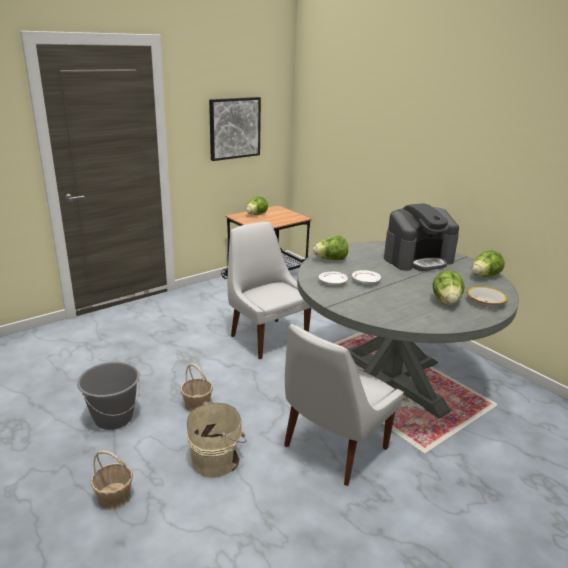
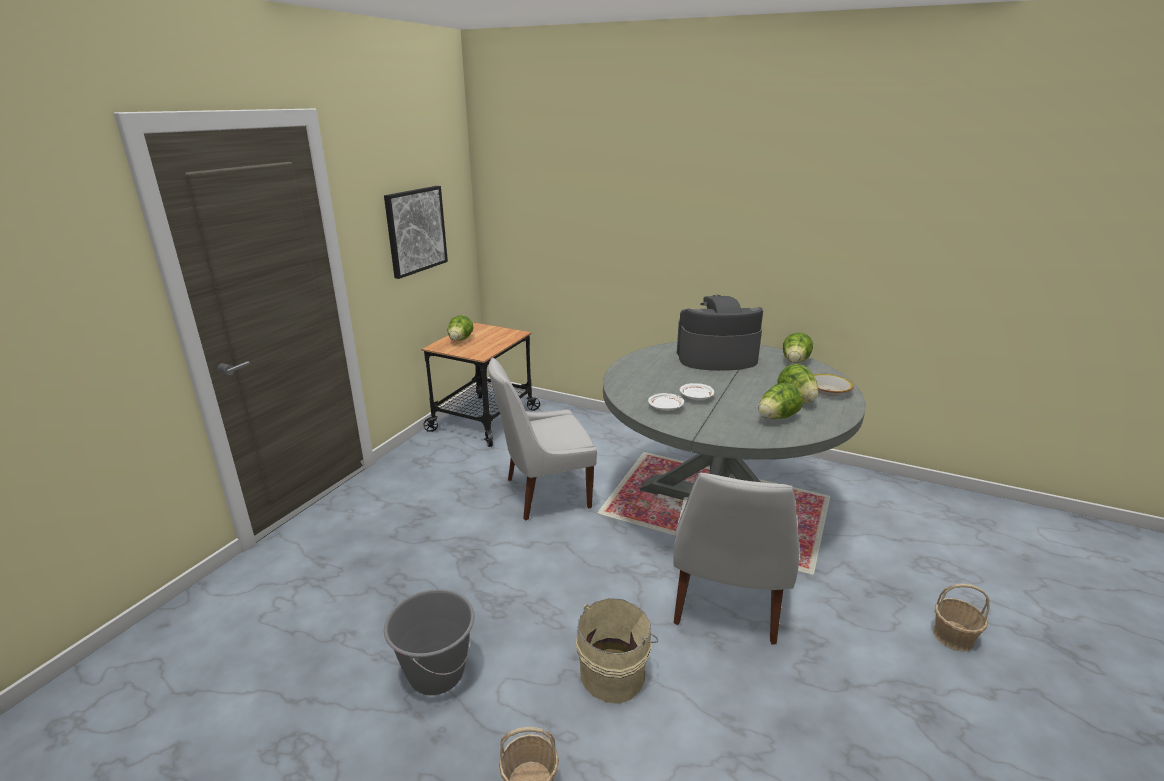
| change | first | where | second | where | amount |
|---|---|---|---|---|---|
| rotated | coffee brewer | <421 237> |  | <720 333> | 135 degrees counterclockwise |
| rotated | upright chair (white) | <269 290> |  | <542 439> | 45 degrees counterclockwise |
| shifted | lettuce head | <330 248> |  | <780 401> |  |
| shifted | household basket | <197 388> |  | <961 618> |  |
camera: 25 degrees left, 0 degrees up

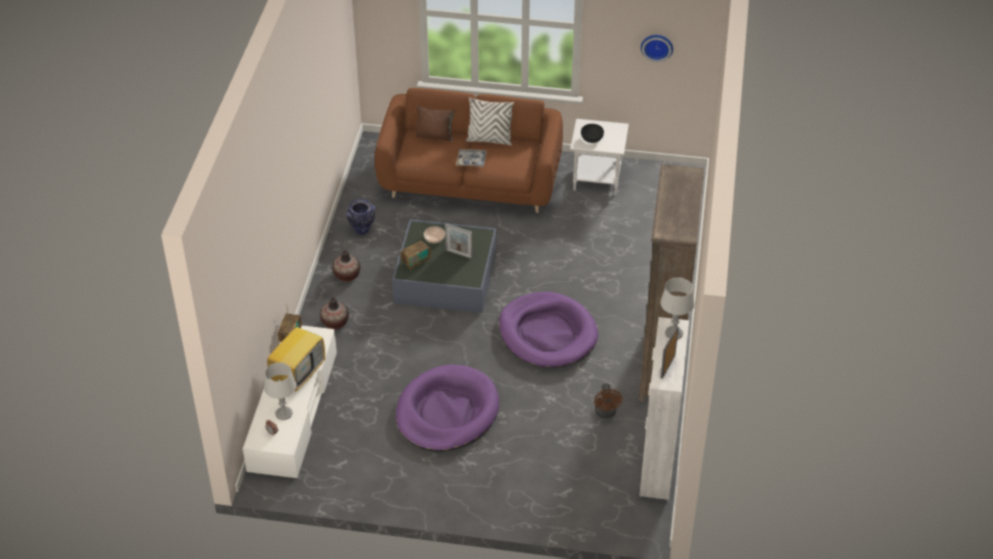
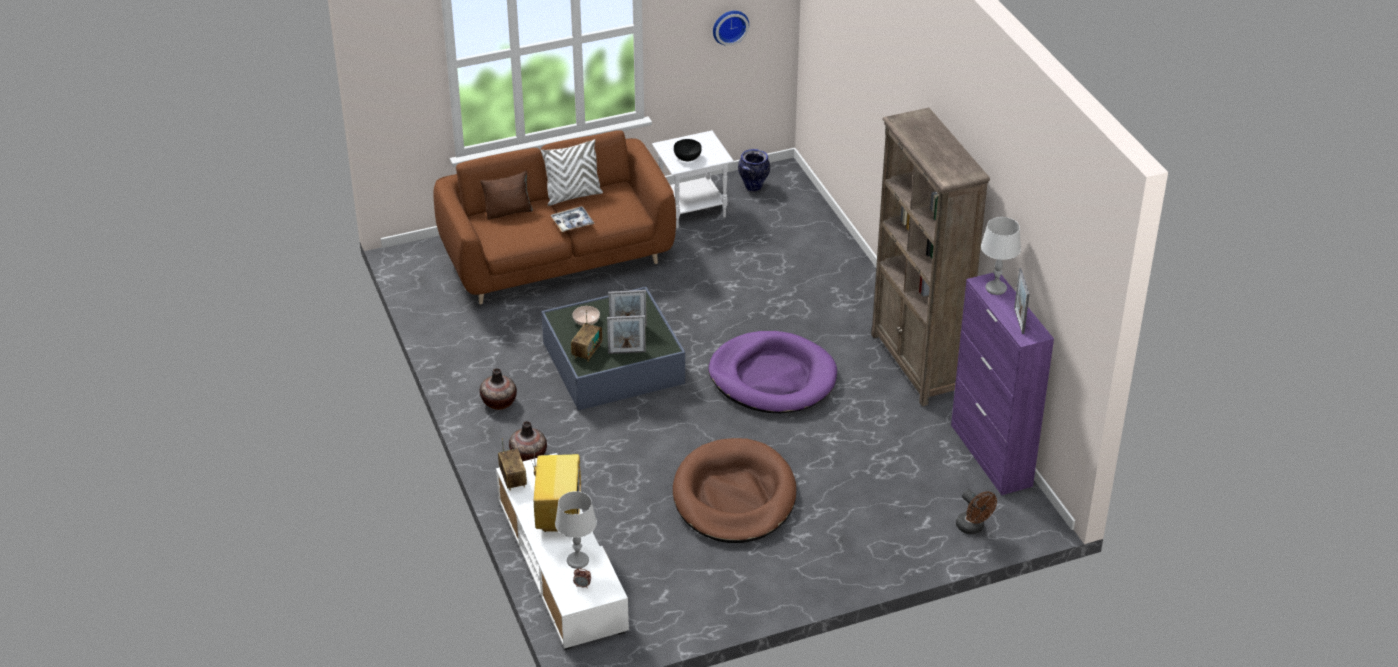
| change | first | where | second | where | amount |
|---|---|---|---|---|---|
| shifted | decorative vase | <361 217> |  | <754 170> |  |
| repainted | storage cabinet (white) | <664 408> | storage cabinet (purplish) | <1002 384> |  |
| repainted | dog cushion (purplish) | <447 408> | dog cushion (brown-coloured) | <734 490> |  |
| shifted | electric fan (brown-coloured) | <608 400> |  | <976 512> |  |
| new |  |  | picture frame | <626 334> |  |
camera: 30 degrees left, 5 degrees down

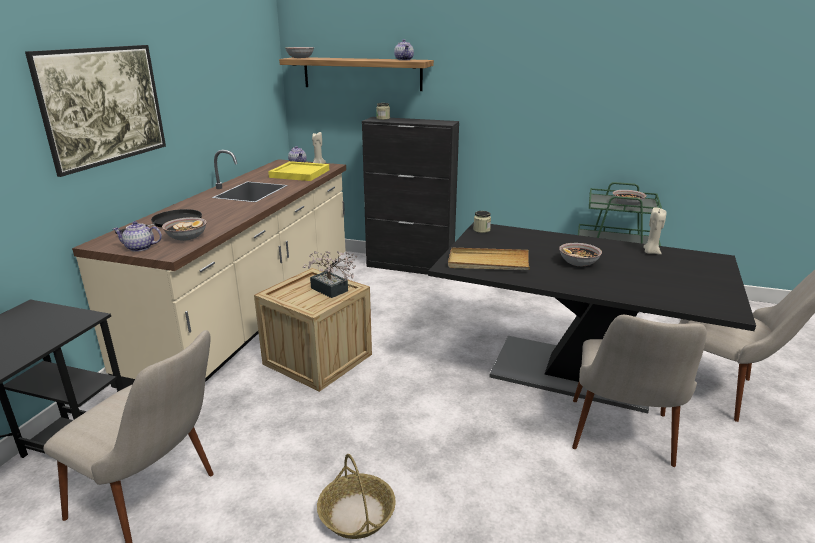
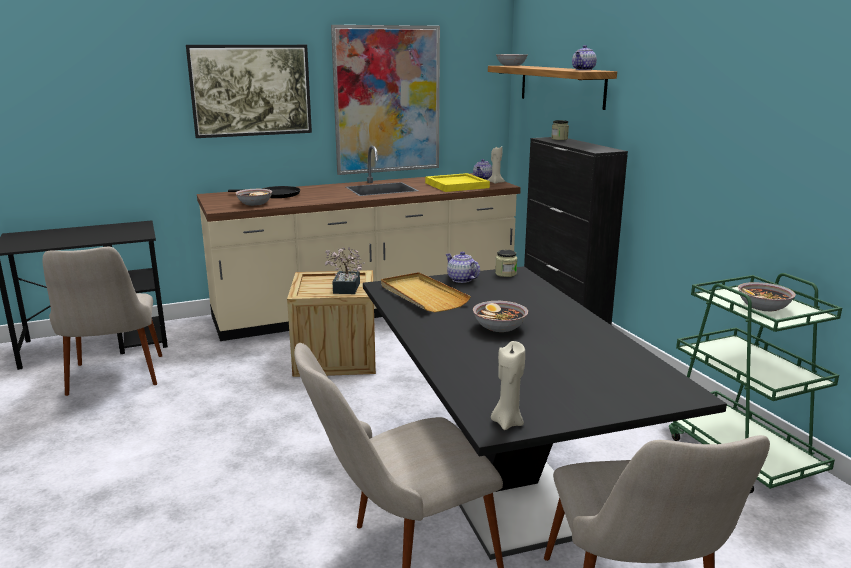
| change | first | where | second | where | amount |
|---|---|---|---|---|---|
| shifted | wax candle (sand-coloured) | <654 230> |  | <508 385> |  |
| shifted | tea pot | <137 236> |  | <463 267> |  |
| gone | household basket | <356 496> |  |  |  |
| new |  |  | picture | <385 100> |  |
camera: 50 degrees right, 5 degrees down

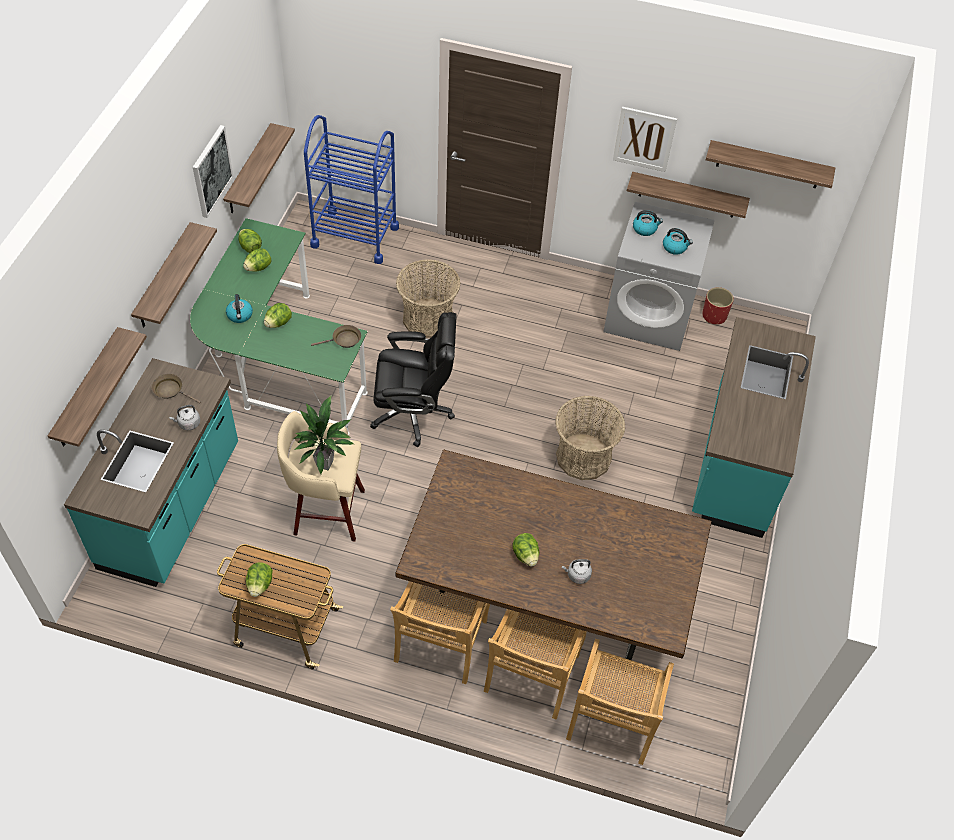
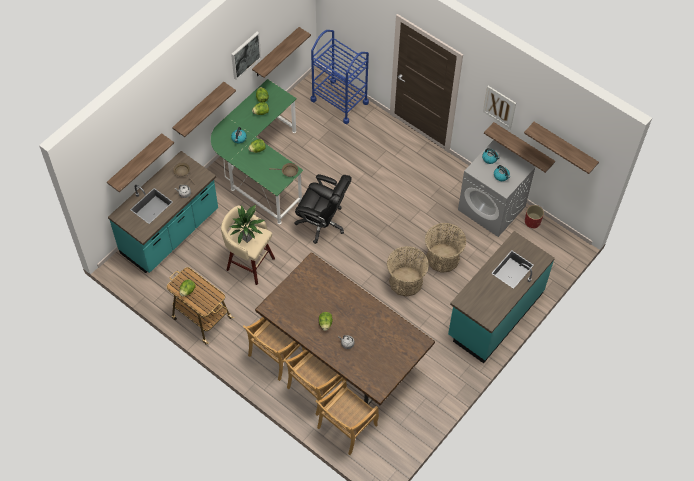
| change | first | where | second | where | amount |
|---|---|---|---|---|---|
| shifted | household basket | <428 298> |  | <445 248> |  |
camera: 25 degrees right, 5 degrees up

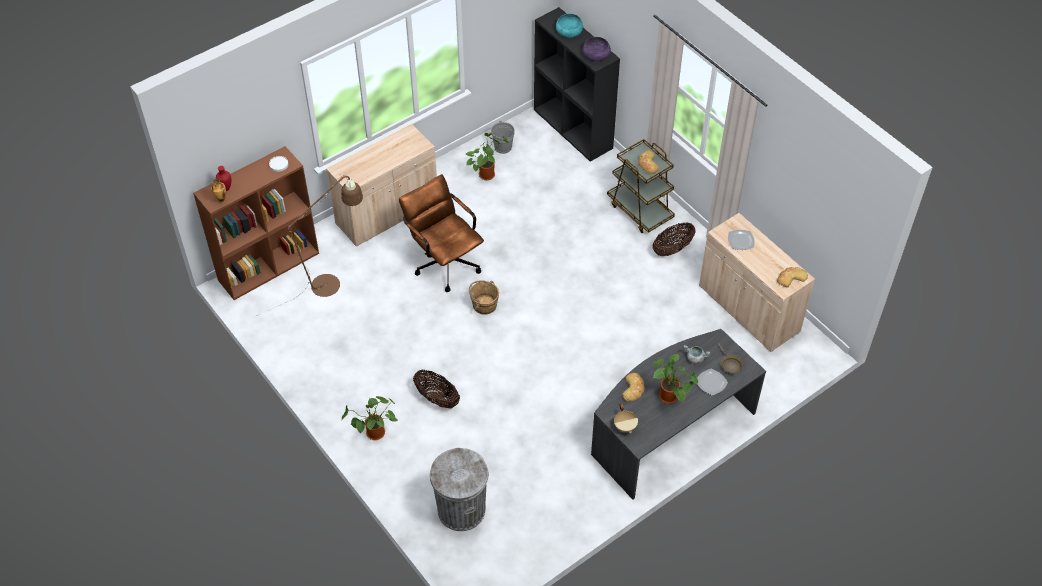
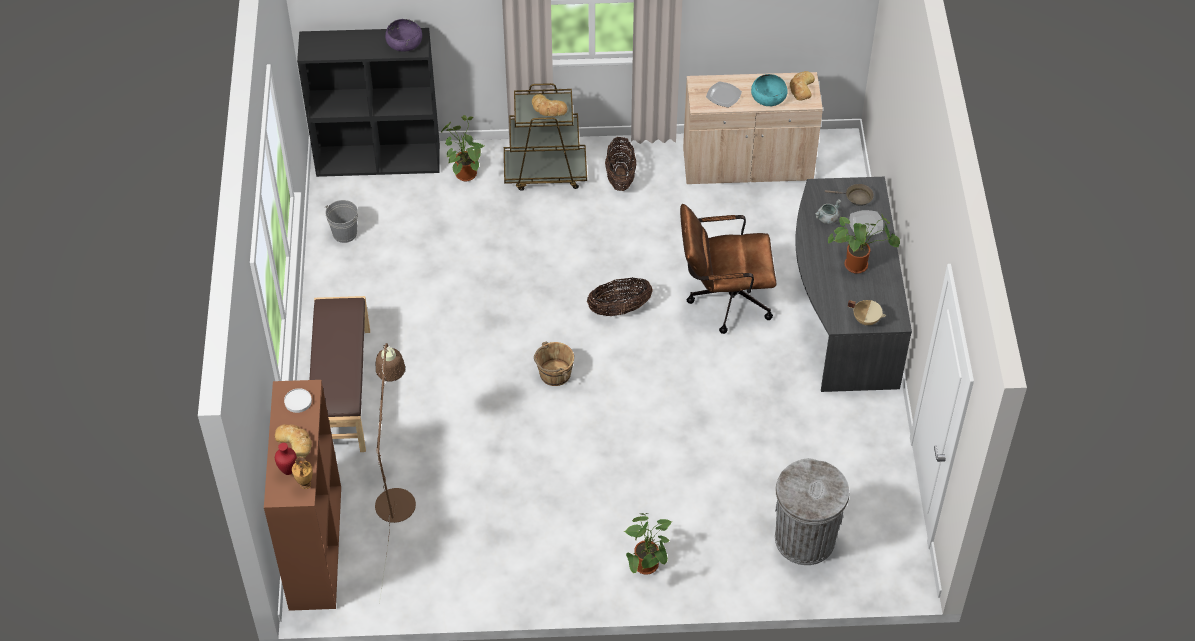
| change | first | where | second | where | amount |
|---|---|---|---|---|---|
| shifted | deep dish (turquoise-coloured) | <569 26> |  | <769 90> |  |
| swapped | storage cabinet (sand-coloured) | <381 185> | bench (brown-coloured) | <339 374> |  |
| shifted | plant in a pot | <487 156> |  | <462 148> |  |
| shifted | desk chair (brown-coloured) | <441 233> |  | <728 269> |  |
| shifted | household basket | <436 389> |  | <620 296> |  |
| shifted | baked bread | <633 387> |  | <293 441> |  |
camera: 55 degrees left, 0 degrees up

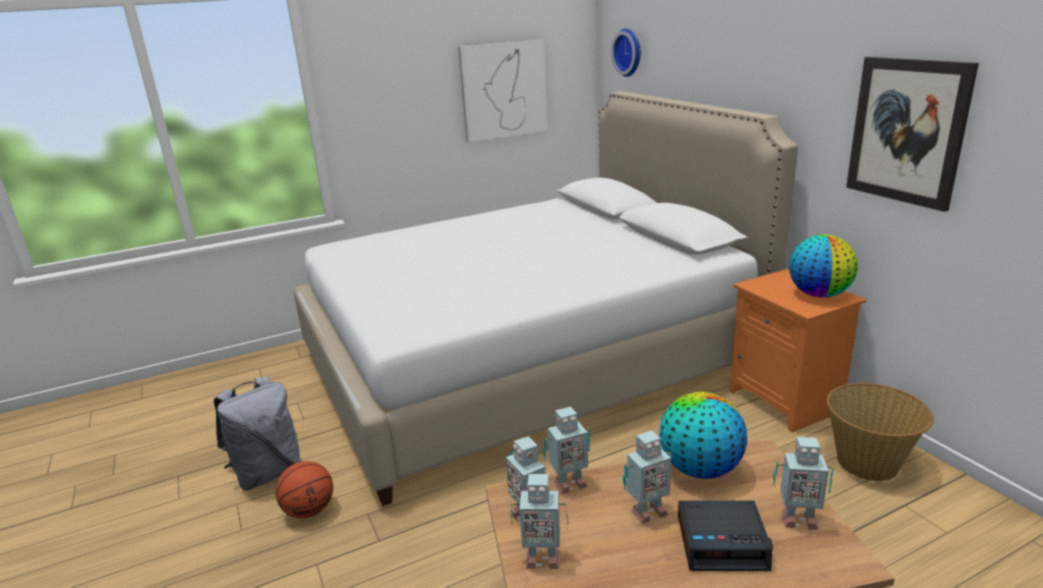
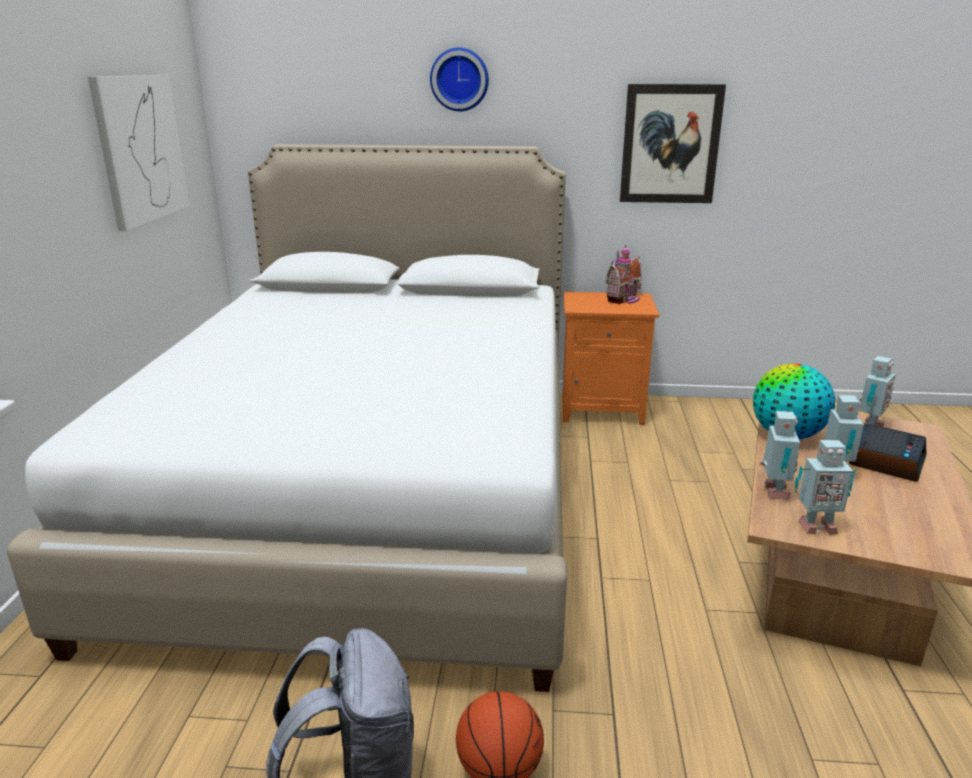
| change | first | where | second | where | amount |
|---|---|---|---|---|---|
| shifted | hanging clock | <626 53> |  | <459 79> |  |
| swapped | world globe | <823 266> | miniature house | <624 274> |  |
| gone | household basket | <880 432> |  |  |  |
| gone | model robot | <540 521> |  |  |  |
camera: 60 degrees left, 0 degrees up

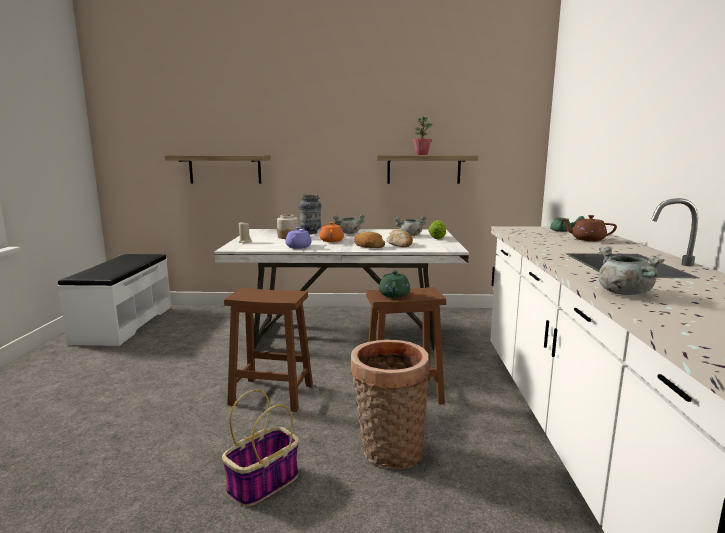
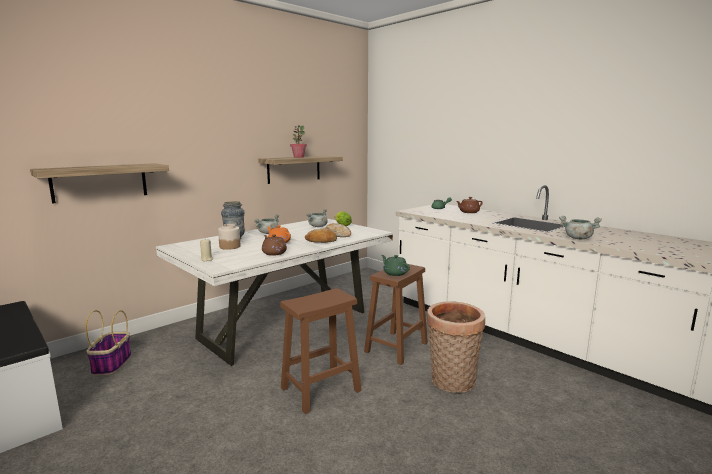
| change | first | where | second | where | amount |
|---|---|---|---|---|---|
| repainted | tea pot (purplish) | <298 238> | tea pot (brown-coloured) | <274 245> |  |
| shifted | household basket | <260 448> |  | <108 343> |  |
camera: 45 degrees left, 0 degrees up

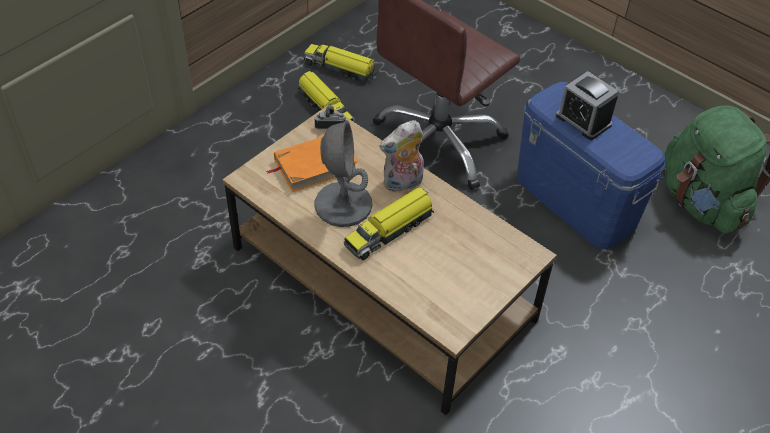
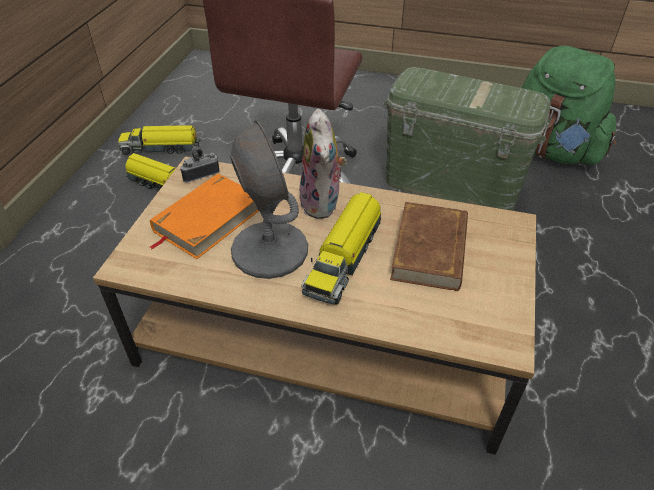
| change | first | where | second | where | amount |
|---|---|---|---|---|---|
| gone | alarm clock | <587 105> |  |  |  |
| repainted | storage box (blue) | <591 165> | storage box (greenish) | <467 139> |  |
| rotated | soft toy | <401 156> |  | <323 164> | 45 degrees counterclockwise |
| new |  |  | book (brown-coloured) | <429 246> |  |
camera: 25 degrees left, 5 degrees down

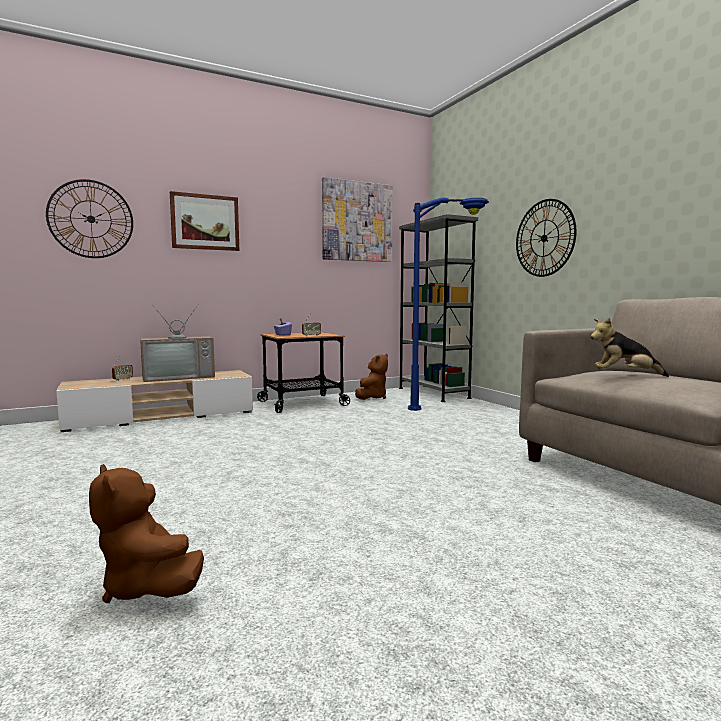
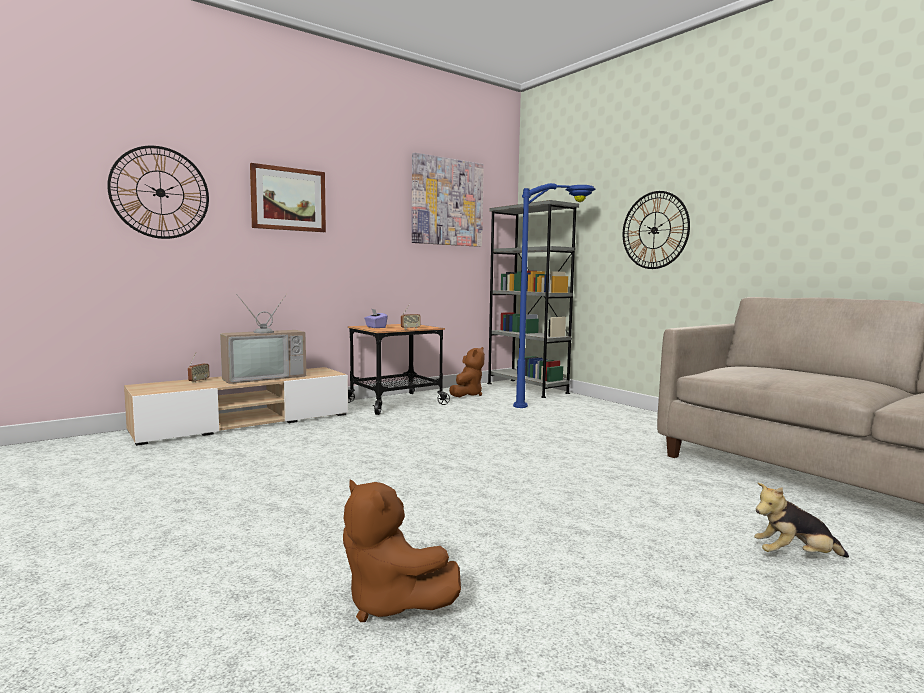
| change | first | where | second | where | amount |
|---|---|---|---|---|---|
| shifted | soft toy | <630 347> |  | <801 520> |  |
camera: 10 degrees left, 0 degrees up

